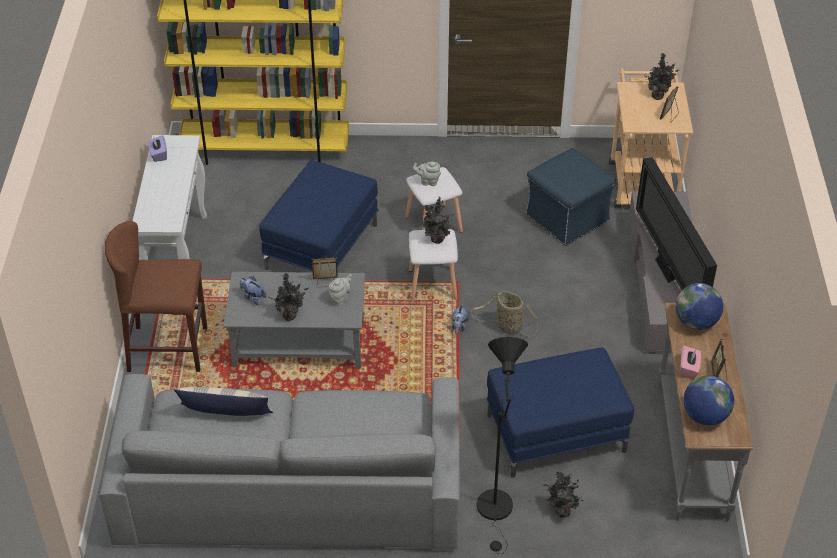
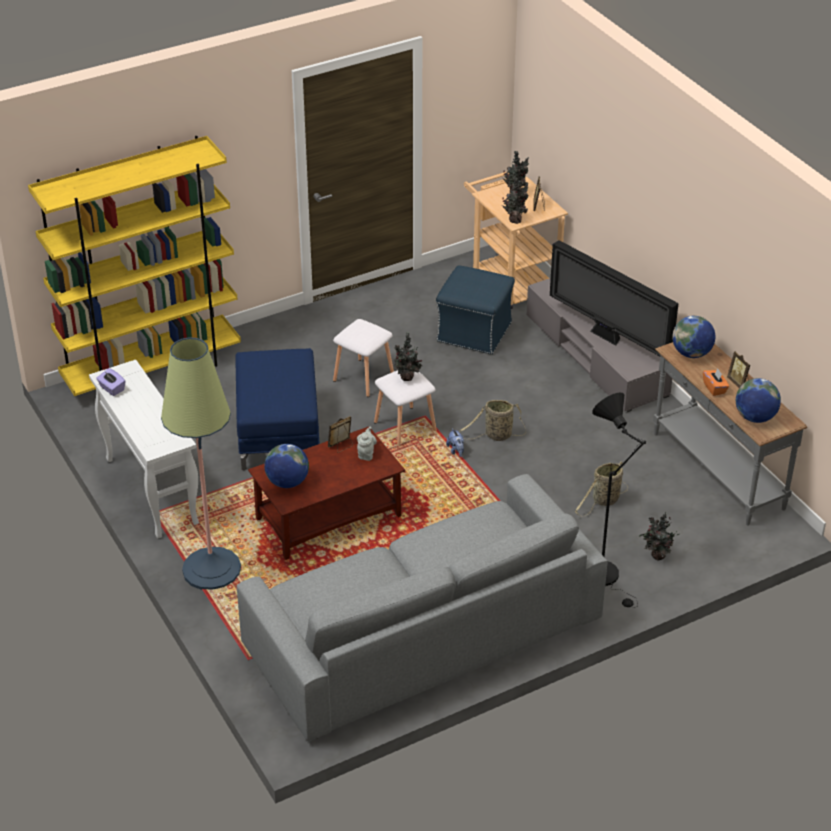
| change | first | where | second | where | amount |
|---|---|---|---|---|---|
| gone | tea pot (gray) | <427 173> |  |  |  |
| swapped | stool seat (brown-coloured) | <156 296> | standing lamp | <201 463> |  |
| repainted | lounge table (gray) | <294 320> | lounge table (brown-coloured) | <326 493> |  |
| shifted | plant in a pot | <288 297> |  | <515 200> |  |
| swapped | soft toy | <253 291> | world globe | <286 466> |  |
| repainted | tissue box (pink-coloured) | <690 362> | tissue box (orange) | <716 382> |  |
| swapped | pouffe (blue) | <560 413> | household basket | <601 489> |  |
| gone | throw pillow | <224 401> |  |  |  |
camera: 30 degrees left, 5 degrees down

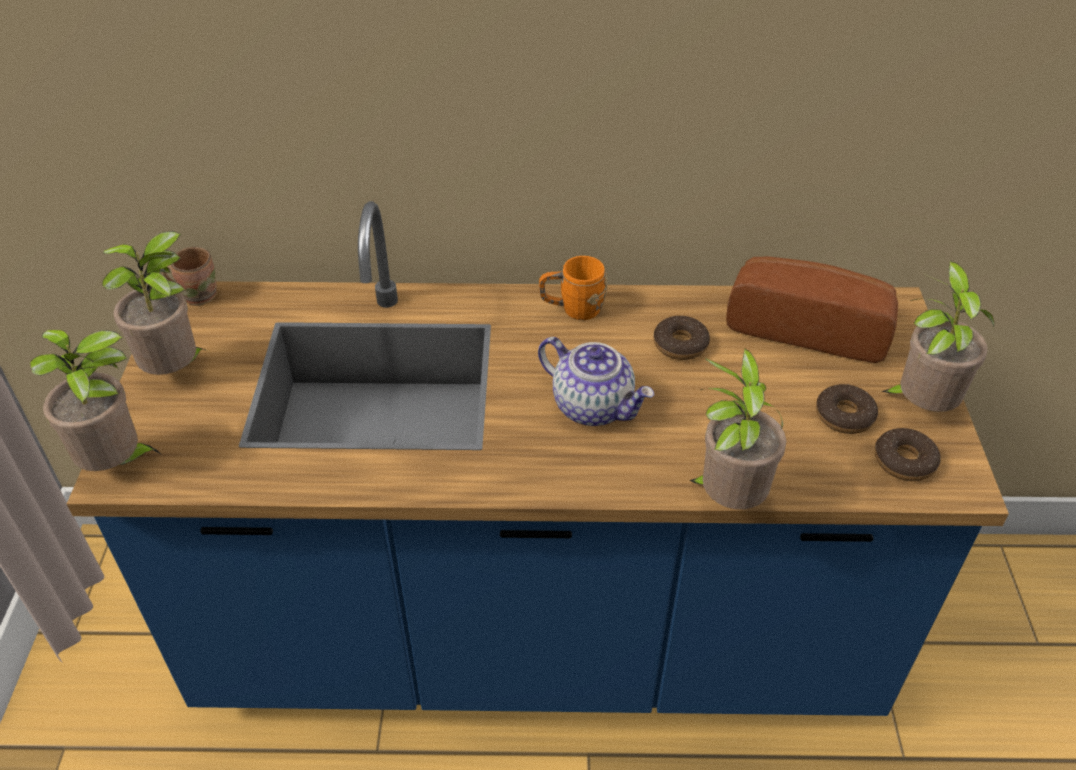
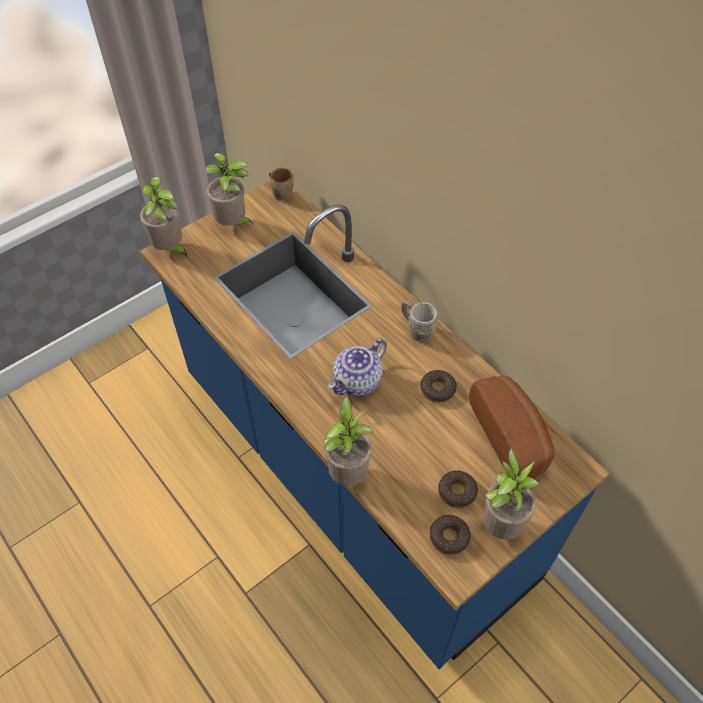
| change | first | where | second | where | amount |
|---|---|---|---|---|---|
| repainted | tea mug (orange) | <573 288> | tea mug (gray) | <419 321> |  |
| rotated | tea pot | <596 381> |  | <357 367> | 45 degrees clockwise |
camera: 50 degrees right, 10 degrees up

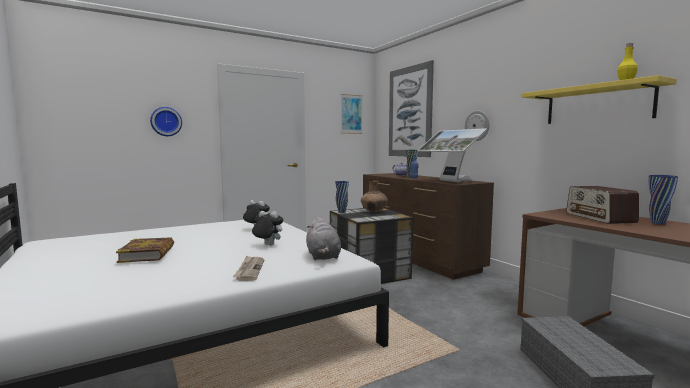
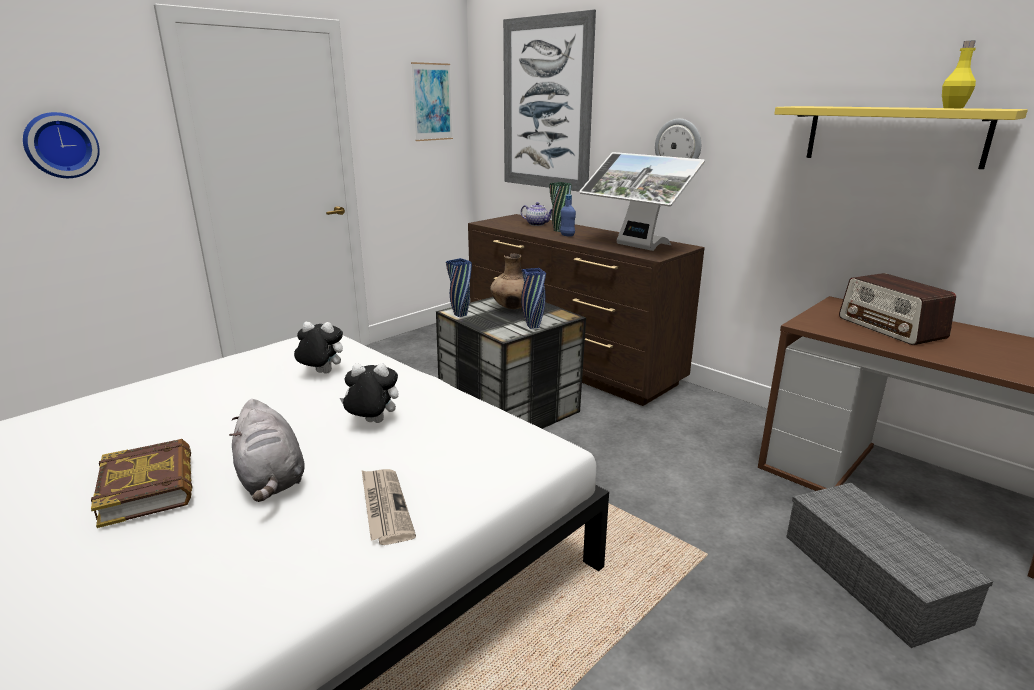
| change | first | where | second | where | amount |
|---|---|---|---|---|---|
| shifted | decorative vase (blue) | <663 199> |  | <533 298> |  |
| shifted | soft toy (gray) | <323 238> |  | <267 450> |  |
camera: 15 degrees left, 15 degrees up

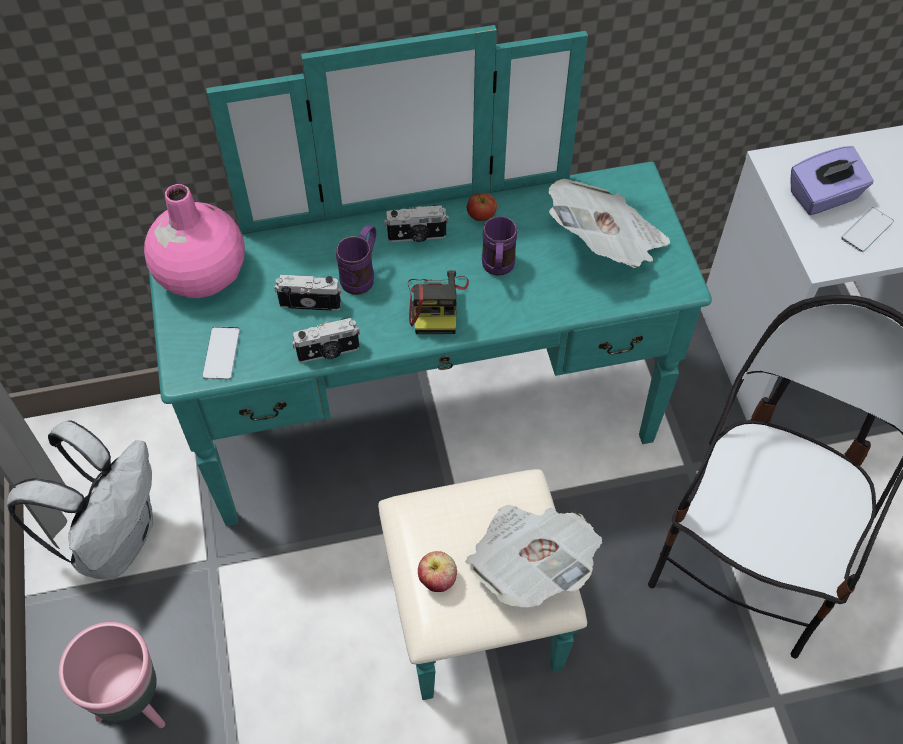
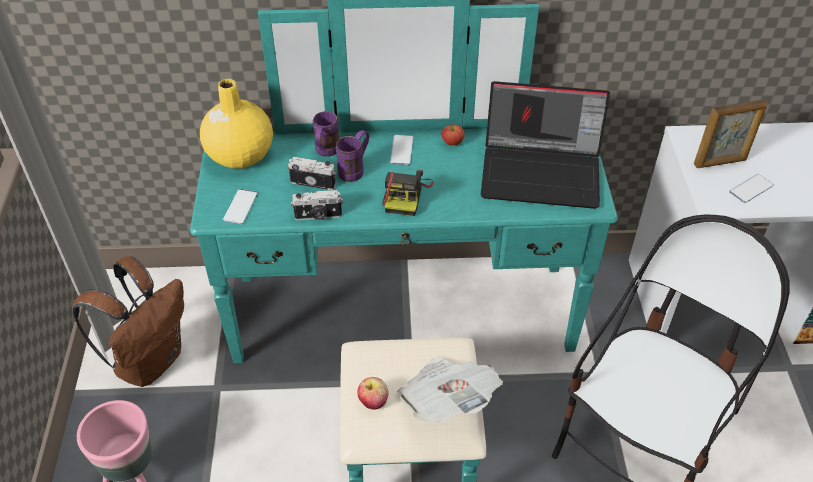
| change | first | where | second | where | amount |
|---|---|---|---|---|---|
| swapped | tissue box (purplish) | <832 180> | picture frame | <731 133> |  |
| swapped | printed paper | <609 223> | notebook computer | <545 145> |  |
| repainted | decorative vase (pink-coloured) | <194 241> | decorative vase (yellow) | <236 124> |  |
| swapped | photo camera | <416 223> | handset | <401 150> |  |
| shifted | tea mug (purplish) | <499 246> |  | <326 134> |  |
| repainted | backpack (white) | <80 500> | backpack (brown-coloured) | <128 321> |  |
camera: 10 degrees right, 10 degrees down

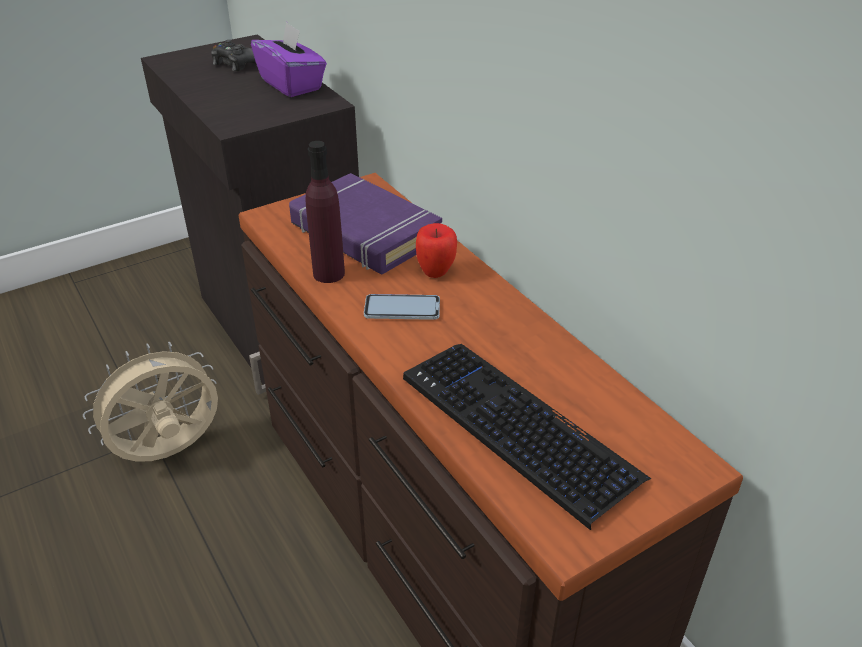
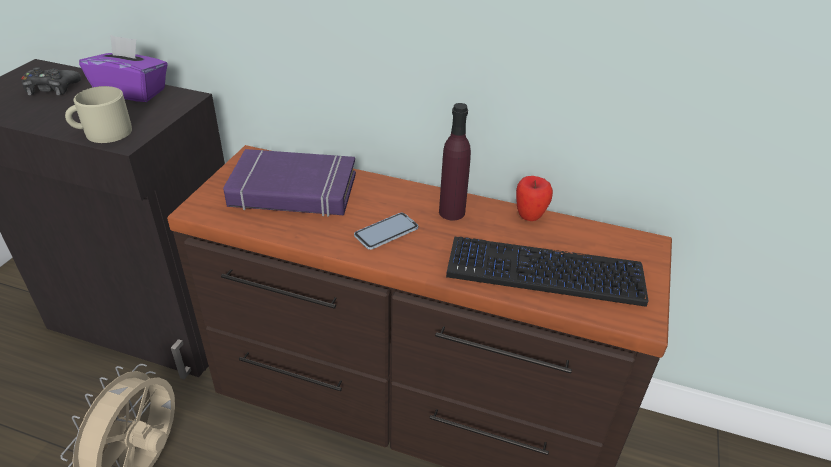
| change | first | where | second | where | amount |
|---|---|---|---|---|---|
| shifted | bottle (purplish) | <325 212> |  | <455 162> |  |
| shifted | whole apple | <436 250> |  | <534 198> |  |
| new |  |  | tea mug (sand-coloured) | <98 114> |  |
camera: 40 degrees left, 0 degrees up

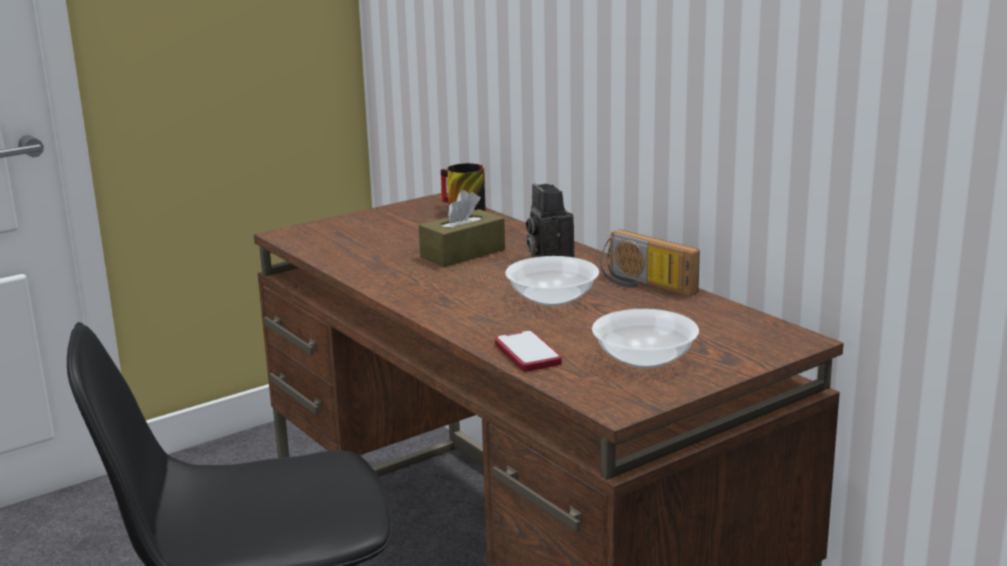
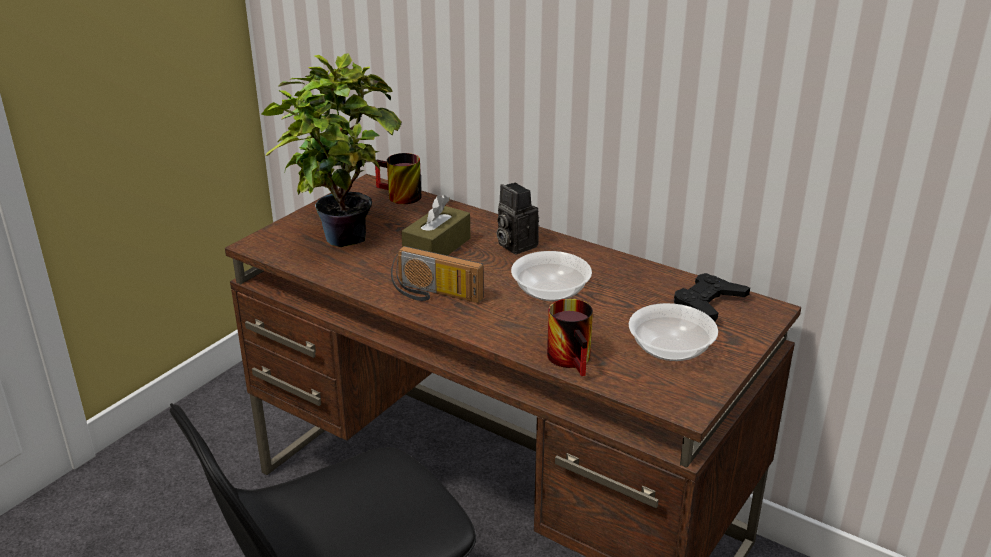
| change | first | where | second | where | amount |
|---|---|---|---|---|---|
| shifted | radio receiver | <650 262> |  | <437 274> |  |
| swapped | handset | <528 351> | tea mug | <570 337> |  |
| new |  |  | plant in a pot | <331 150> |  |
| new |  |  | joypad (blackish) | <712 297> |  |
camera: 20 degrees left, 10 degrees up

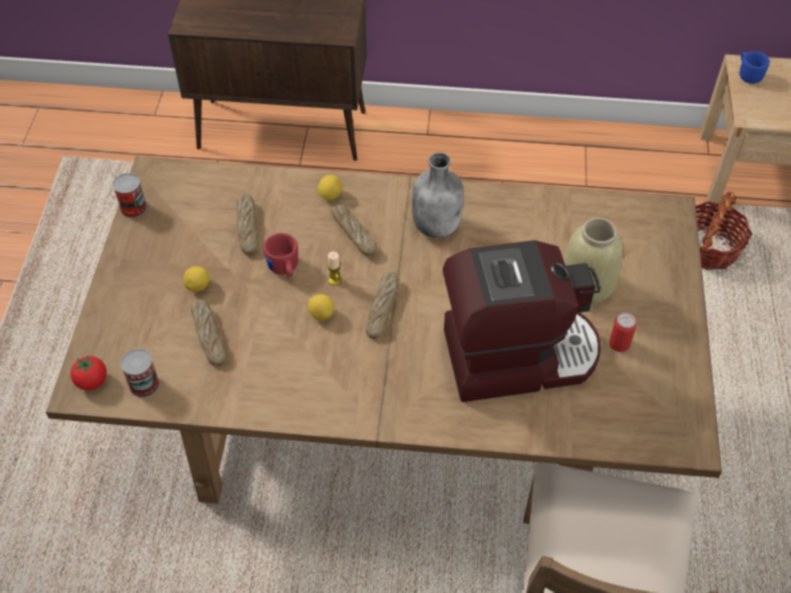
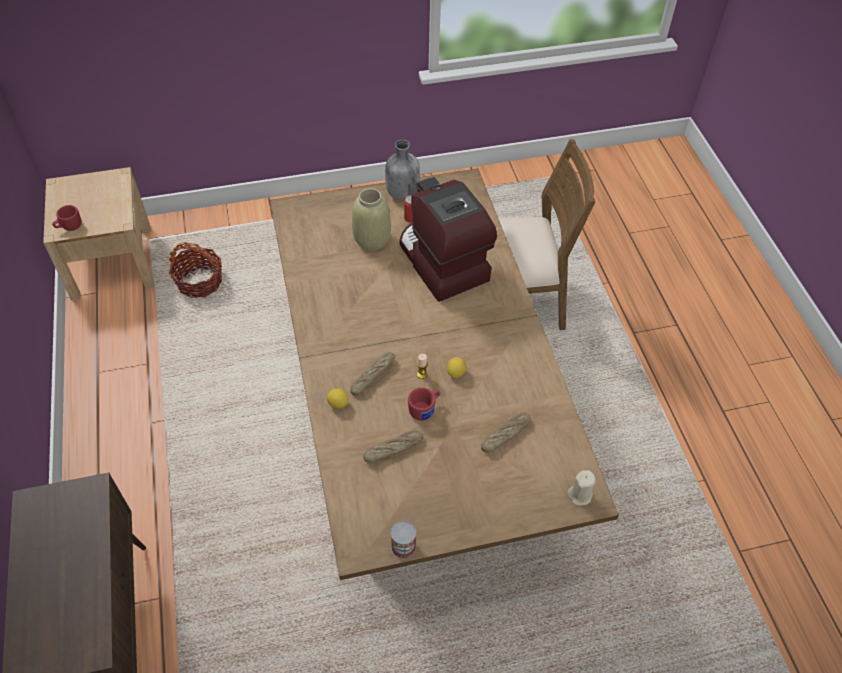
| change | first | where | second | where | amount |
|---|---|---|---|---|---|
| repainted | tea mug (blue) | <755 67> | tea mug (red-coloured) | <67 218> |  |
| shifted | bottle (gray) | <438 195> |  | <402 170> |  |
| gone | whole lemon | <196 279> |  |  |  |
| gone | baked bread | <383 305> |  |  |  |
| gone | sealed can | <140 373> |  |  |  |
| swapped | whole tomato | <88 372> | wax candle (sand-coloured) | <581 488> |  |
camera: 110 degrees left, 0 degrees up

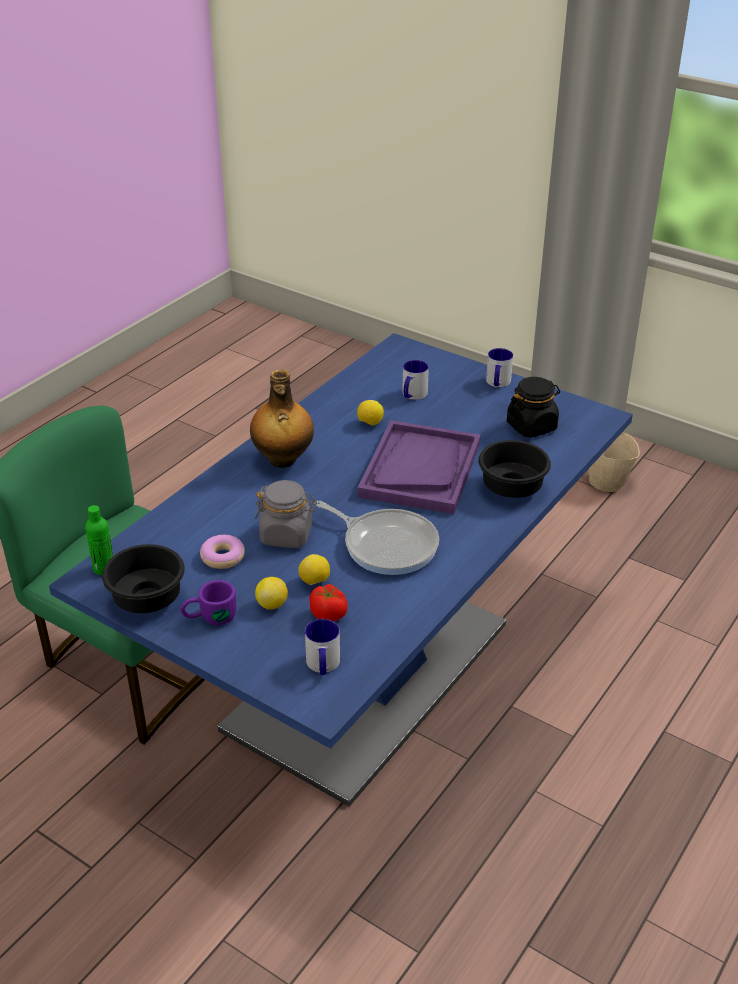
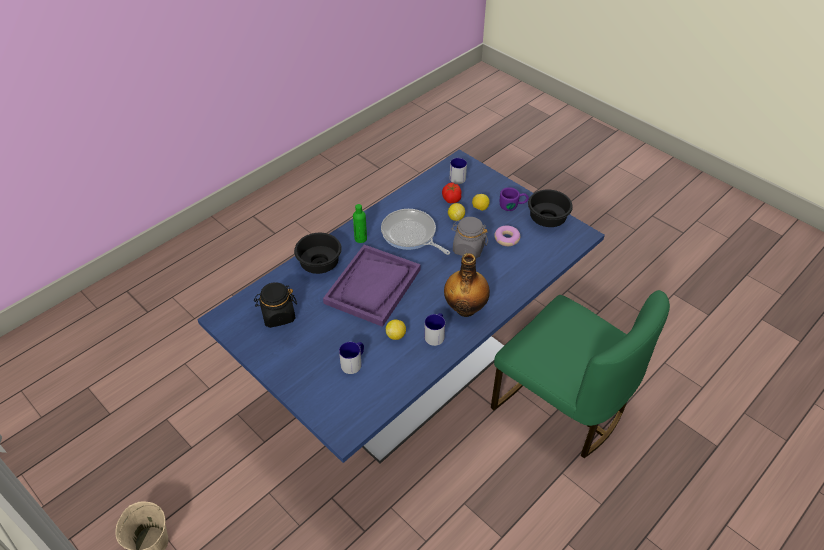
| change | first | where | second | where | amount |
|---|---|---|---|---|---|
| shifted | tea mug | <499 368> |  | <434 329> |  |
| shifted | bottle (greenish) | <99 540> |  | <360 223> |  |
camera: 170 degrees left, 10 degrees up

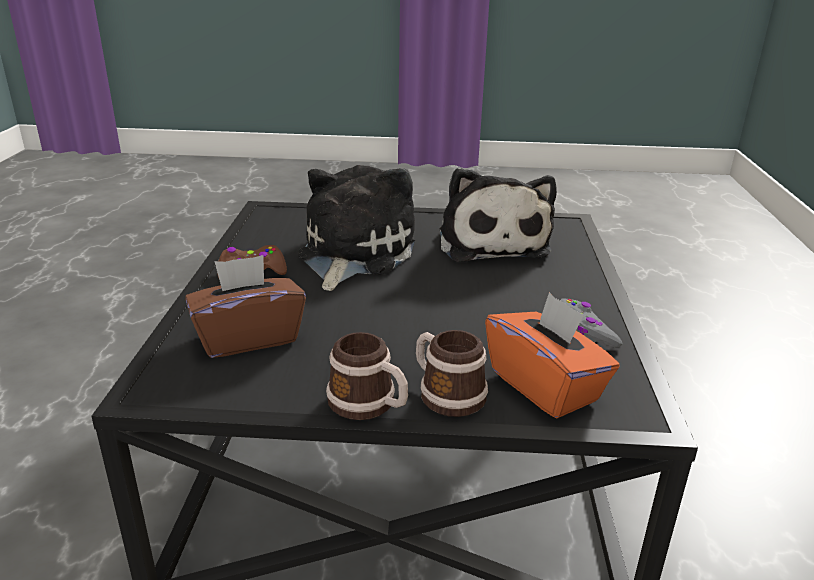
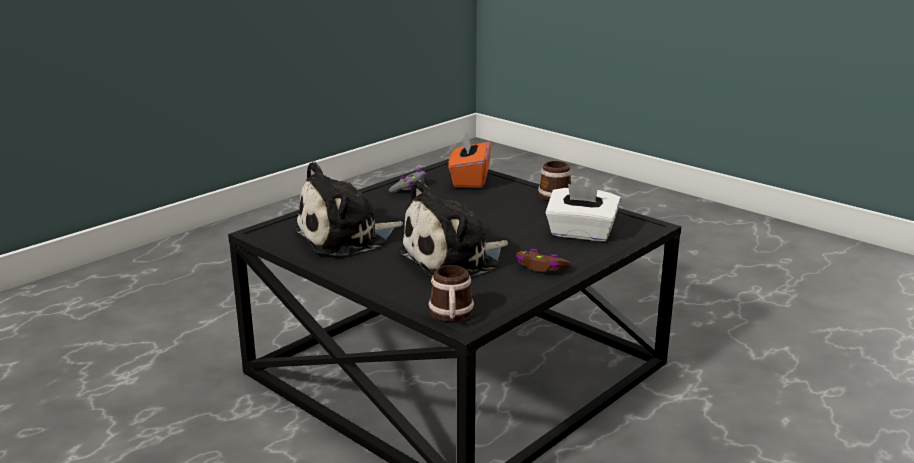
| change | first | where | second | where | amount |
|---|---|---|---|---|---|
| rotated | soft toy | <498 214> |  | <348 209> | 150 degrees counterclockwise |
| repainted | tissue box (brown-coloured) | <245 306> | tissue box (white) | <583 212> |  |
| shifted | tea mug | <452 373> |  | <451 293> |  |
camera: 140 degrees left, 5 degrees down

